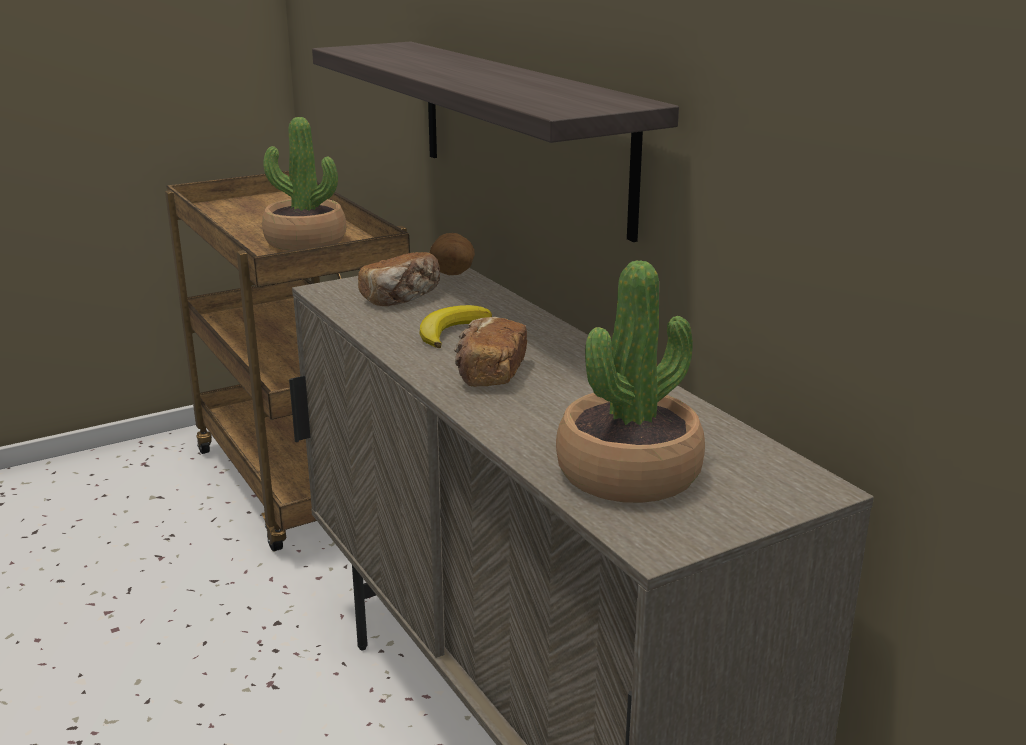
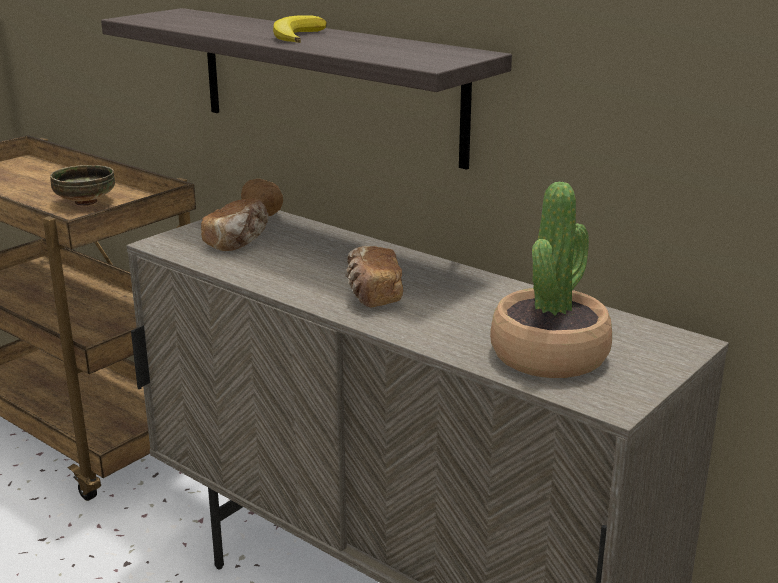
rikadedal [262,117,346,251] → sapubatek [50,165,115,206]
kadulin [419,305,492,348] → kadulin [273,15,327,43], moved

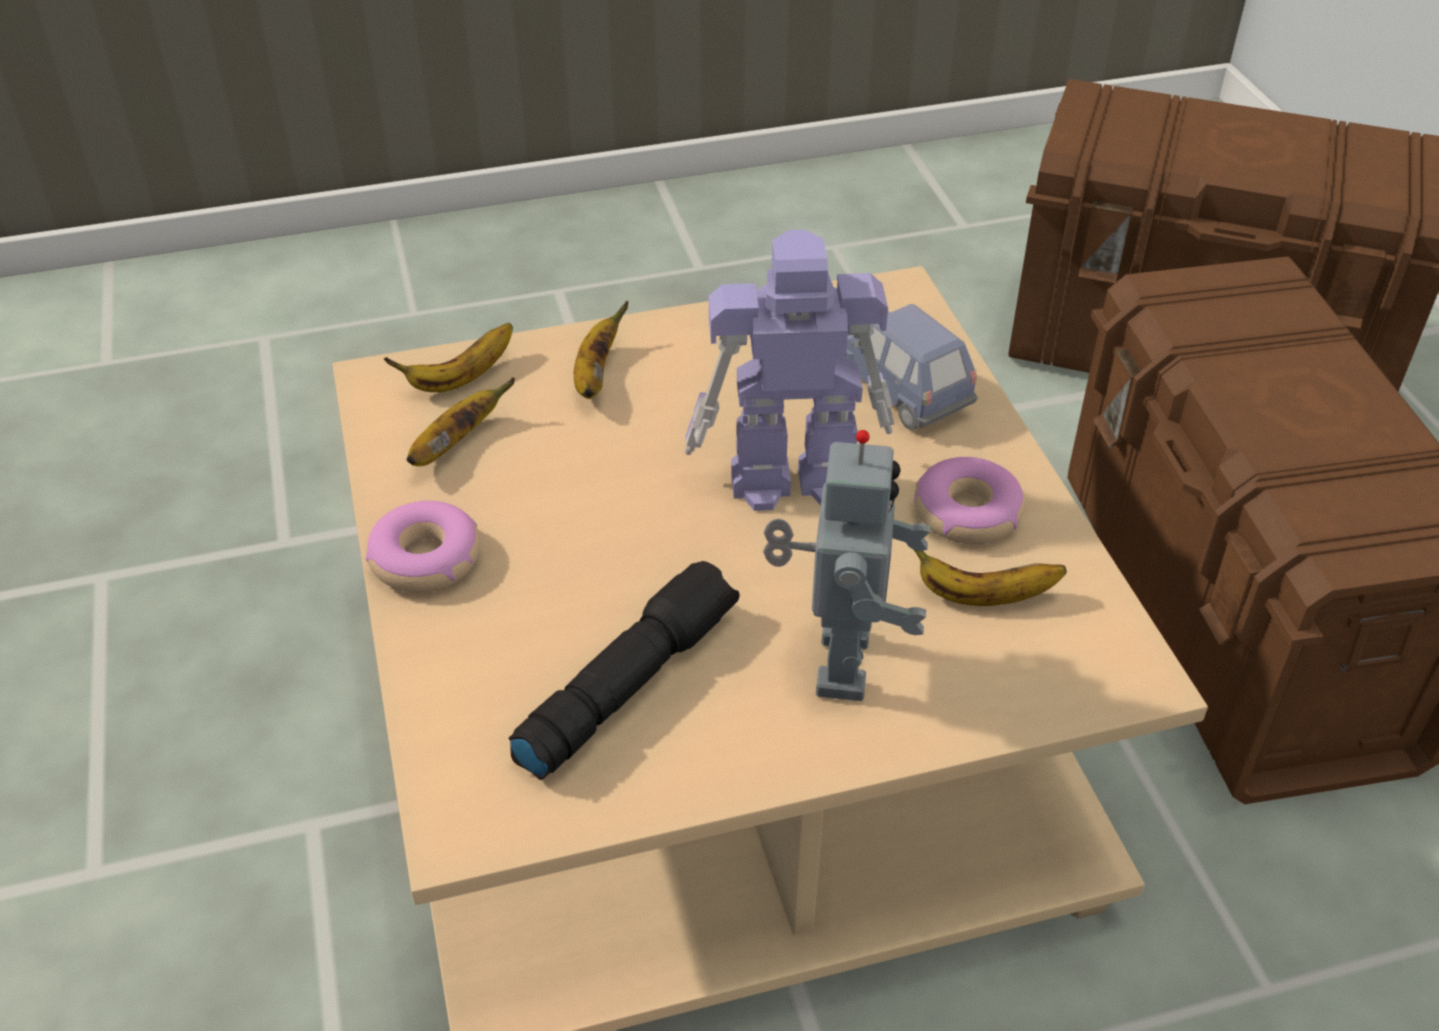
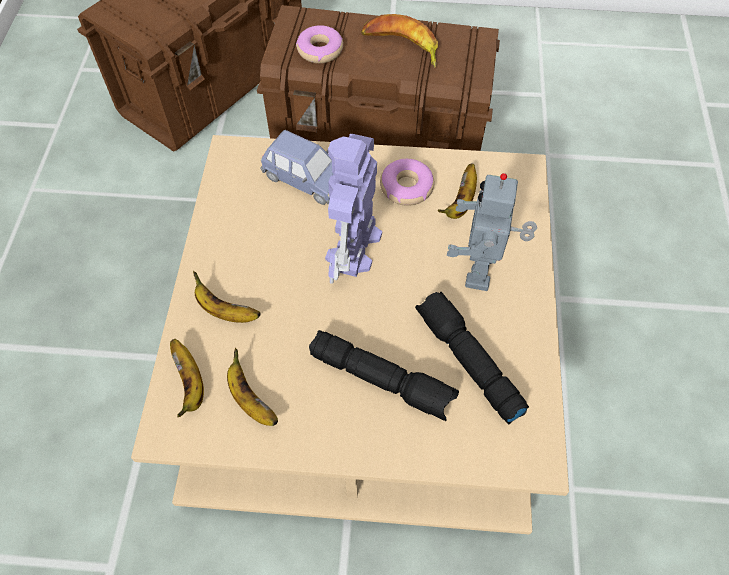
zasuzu [366,501,480,592] → zasuzu [296,25,343,63], moved
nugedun [763,430,930,701] → nugedun [447,173,537,291], 105 degrees counterclockwise
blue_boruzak [844,304,978,430] → blue_boruzak [260,130,333,205], 135 degrees counterclockwise
- → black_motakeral [309,330,459,421]
- → kadulin [361,14,438,68]

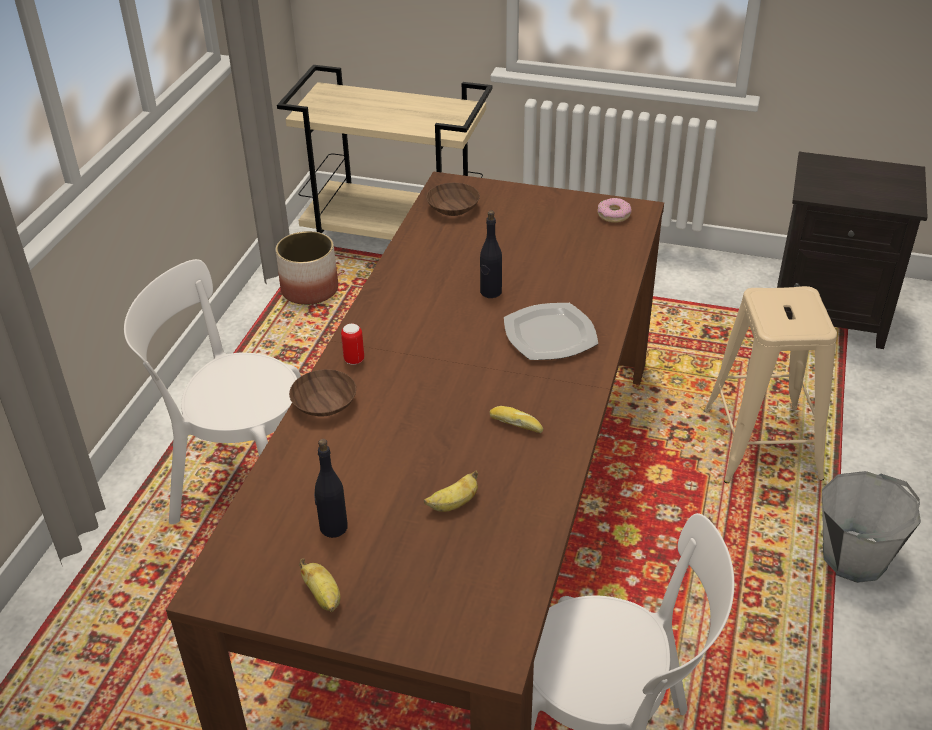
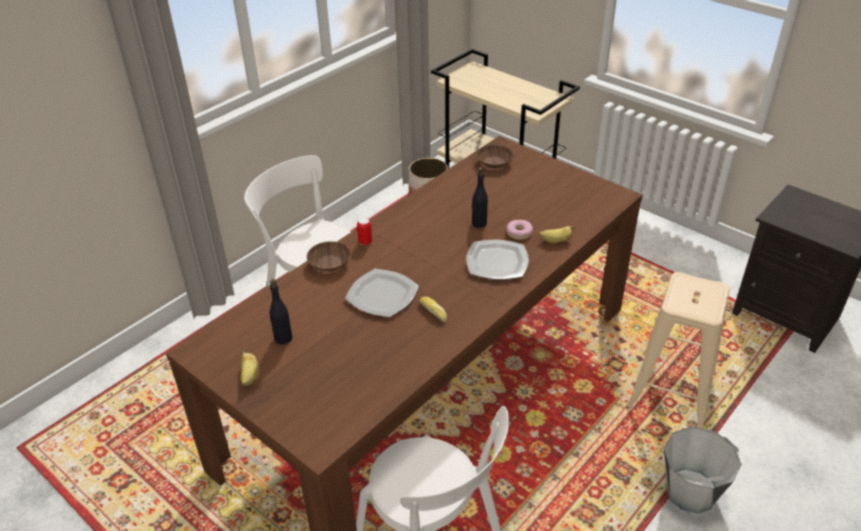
kadulin [424,471,478,512] → kadulin [539,226,575,243], moved
zasuzu [597,198,631,223] → zasuzu [506,220,533,240], moved
- → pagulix [345,269,419,317]

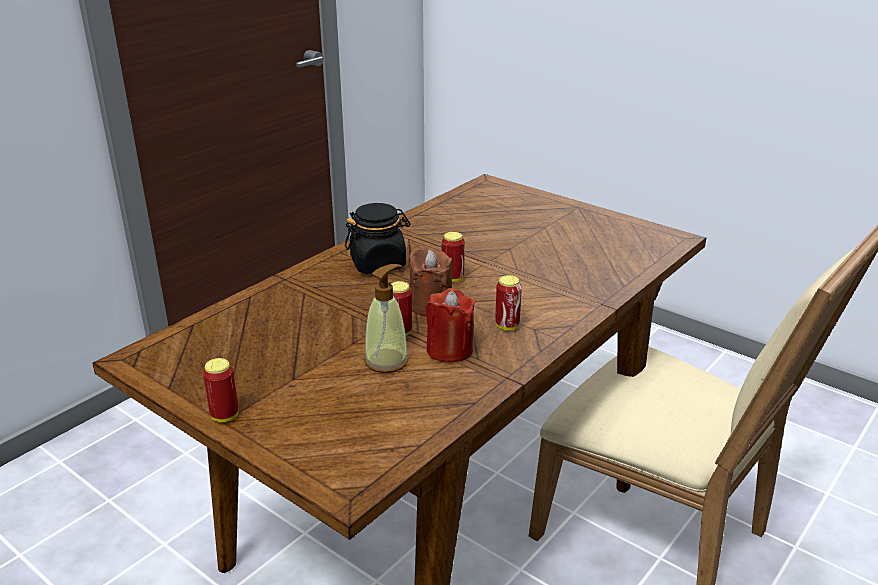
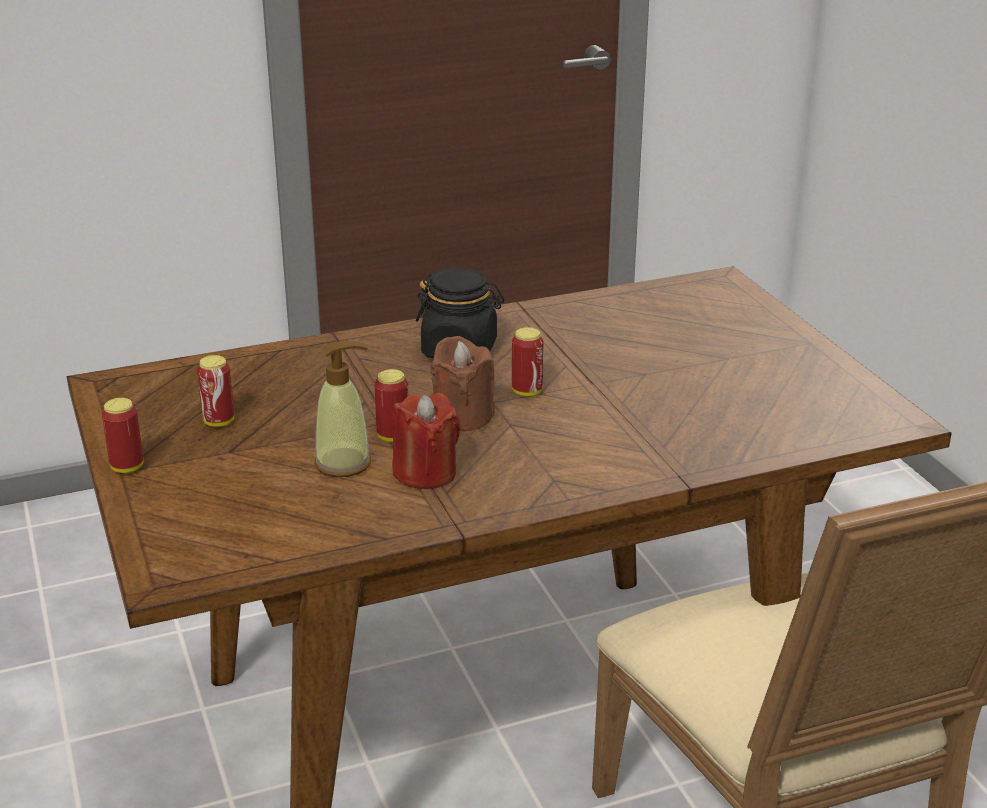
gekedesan [495,275,522,331] → gekedesan [197,355,234,427], moved

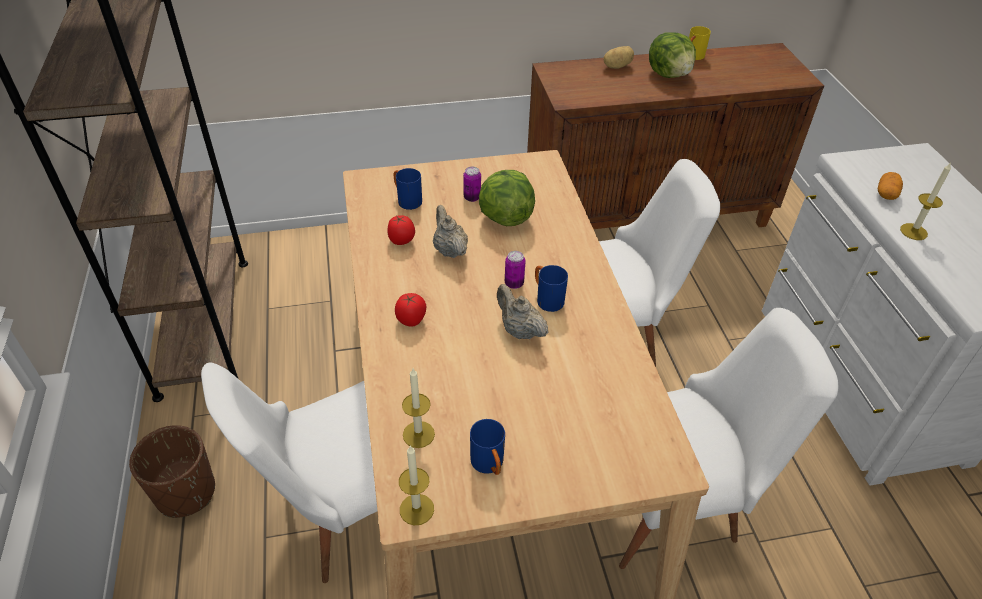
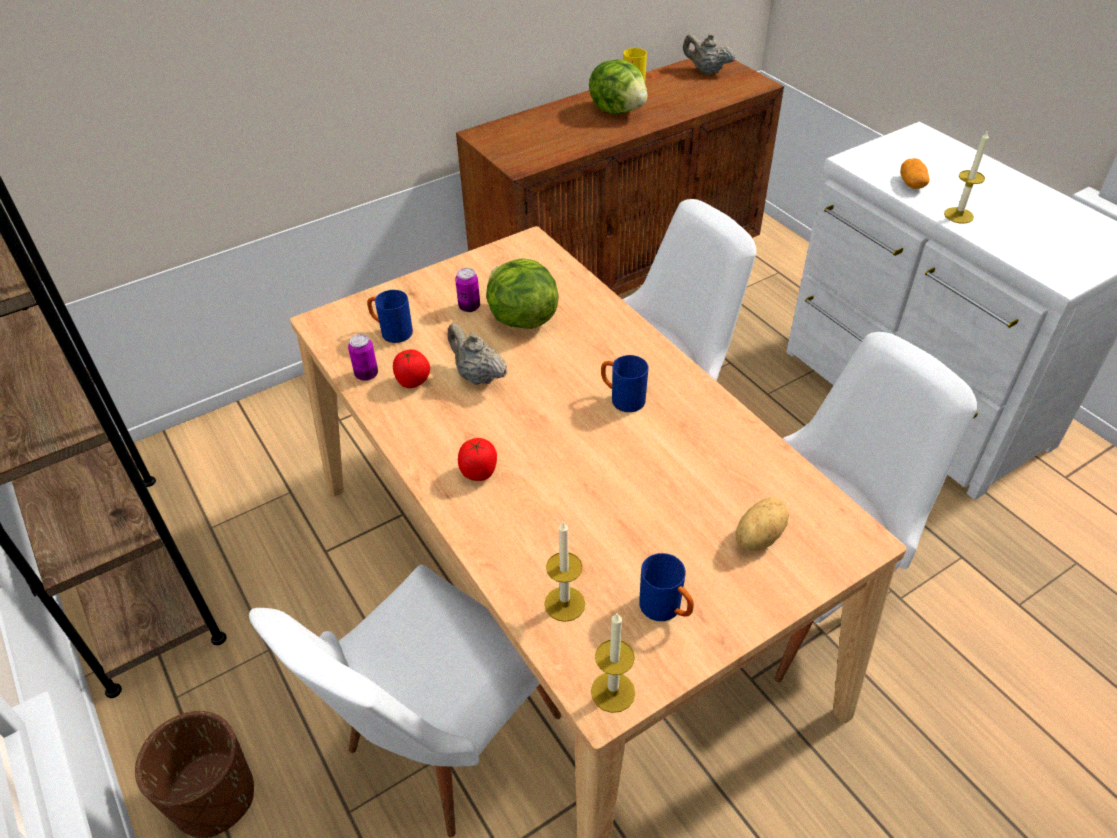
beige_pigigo [497,284,549,339] → beige_pigigo [683,33,735,75], moved
gekedesan [505,251,526,289] → gekedesan [348,334,378,381], moved
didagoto [604,46,634,69] → didagoto [735,497,789,551], moved

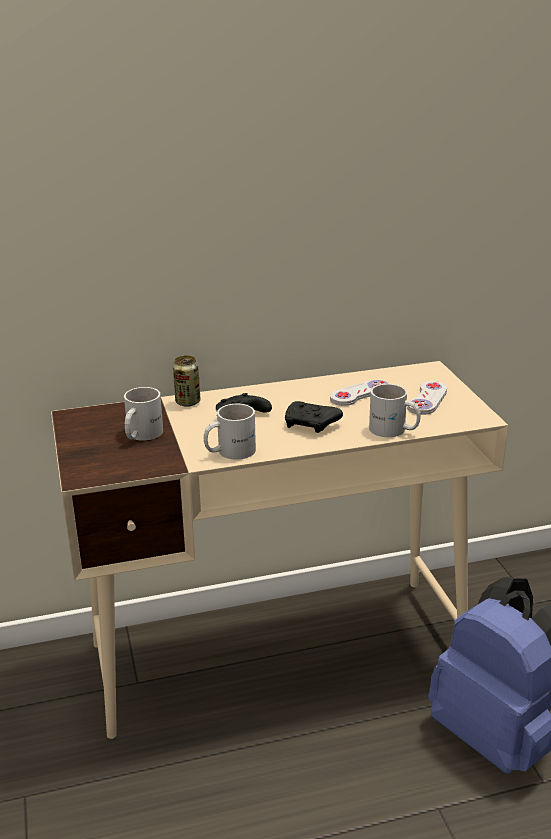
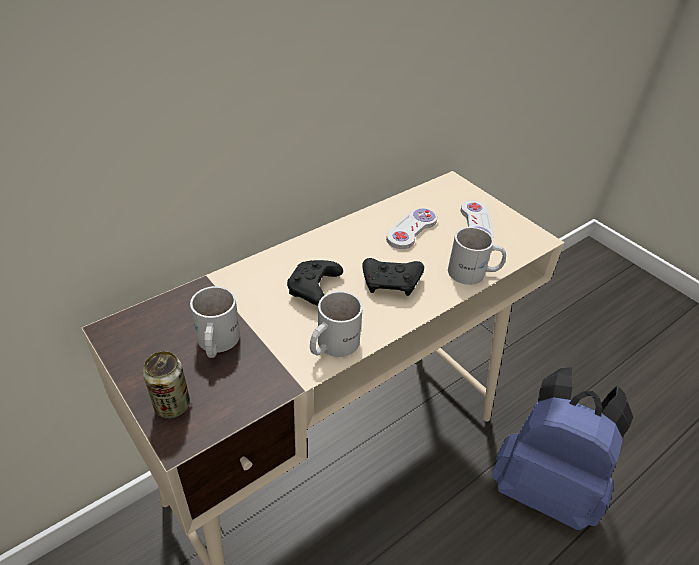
gekedesan [173,355,200,407] → gekedesan [143,351,190,418], moved

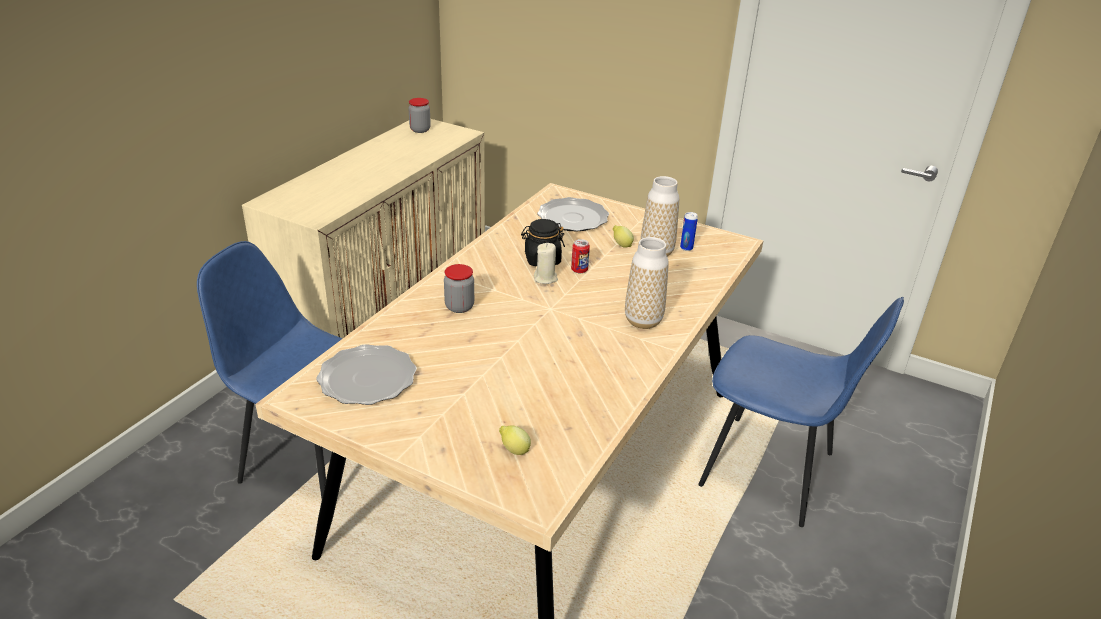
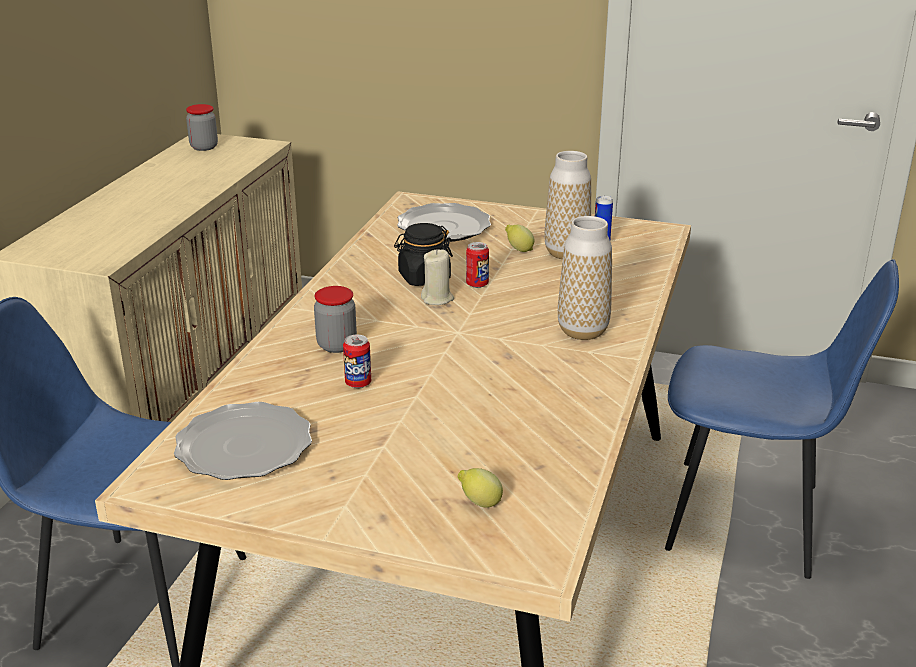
- → gekedesan [343,335,371,388]

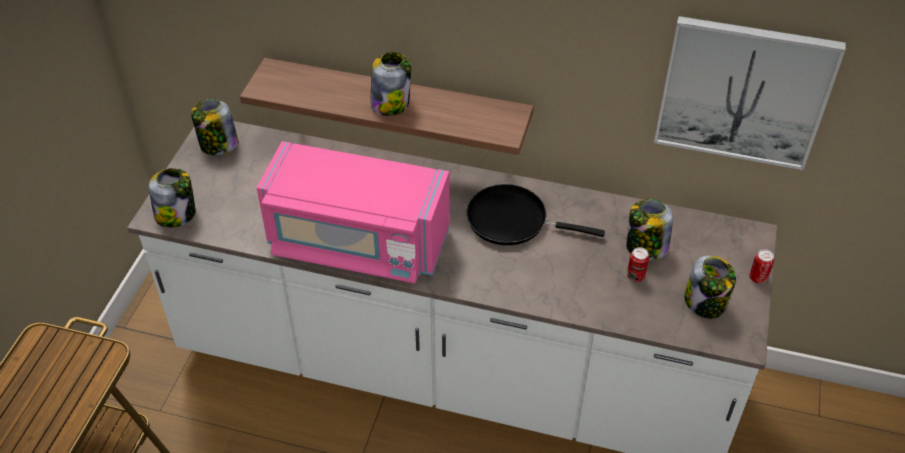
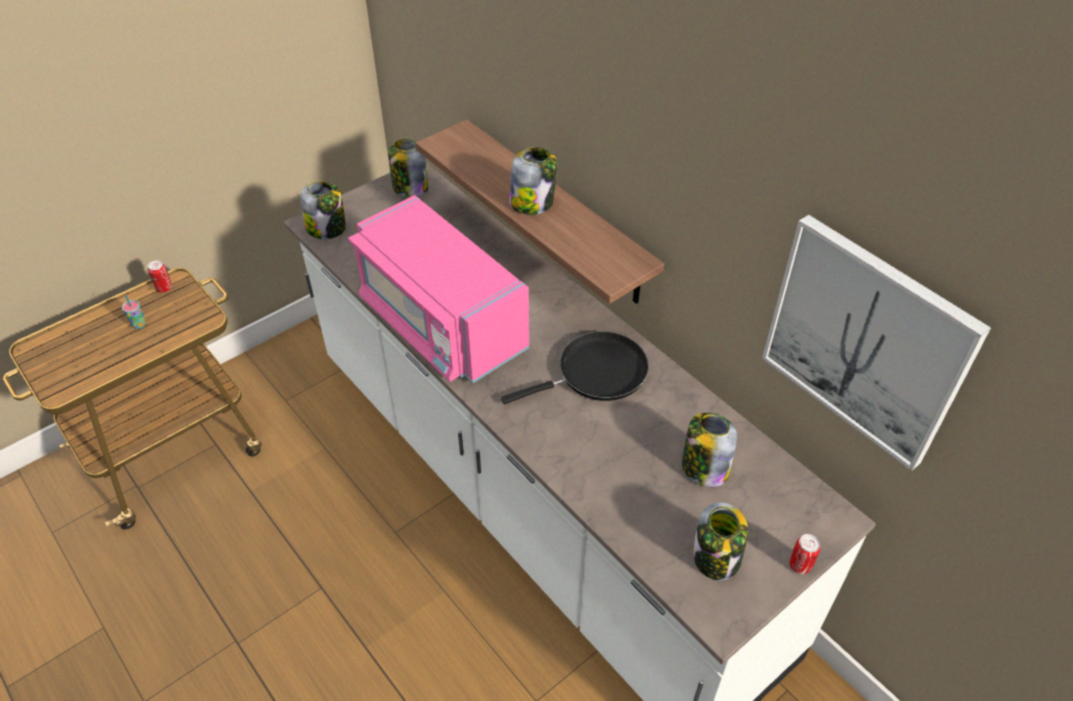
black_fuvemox [466,184,605,245] → black_fuvemox [501,331,649,404], 105 degrees clockwise
gekedesan [627,247,649,282] → gekedesan [148,260,172,293], moved
- → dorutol [122,295,146,329]

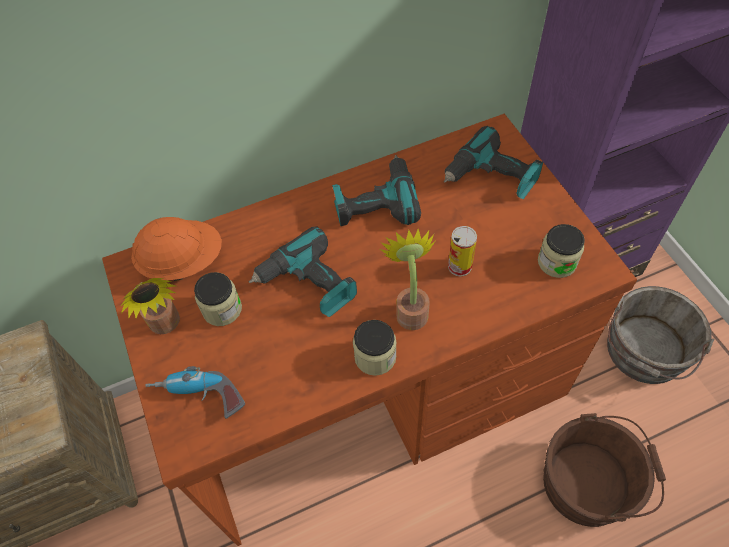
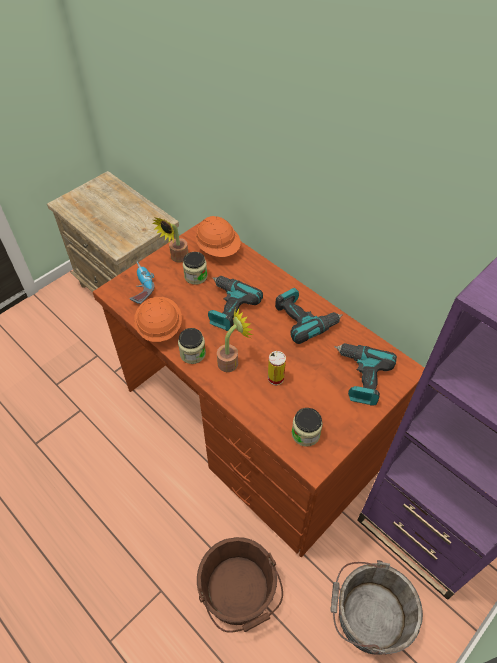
- → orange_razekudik [134,297,182,342]

